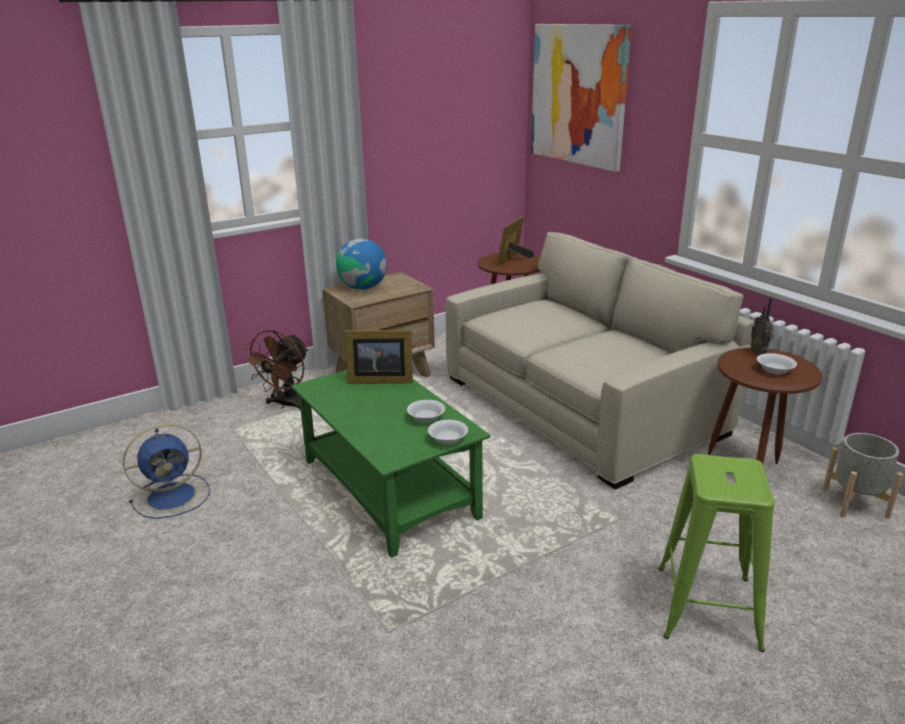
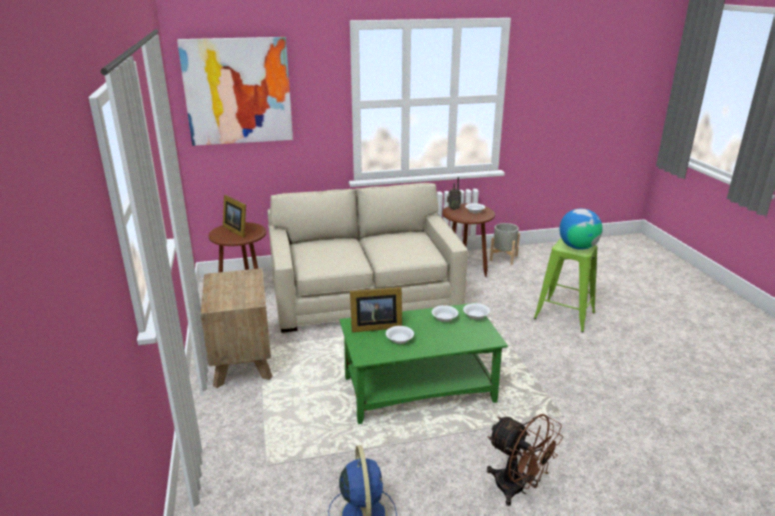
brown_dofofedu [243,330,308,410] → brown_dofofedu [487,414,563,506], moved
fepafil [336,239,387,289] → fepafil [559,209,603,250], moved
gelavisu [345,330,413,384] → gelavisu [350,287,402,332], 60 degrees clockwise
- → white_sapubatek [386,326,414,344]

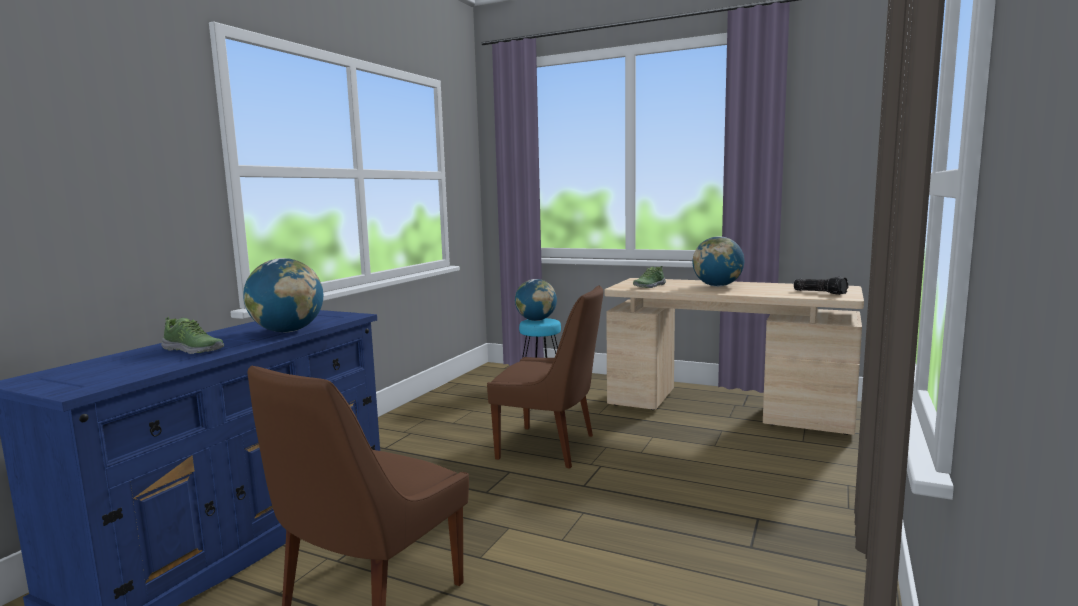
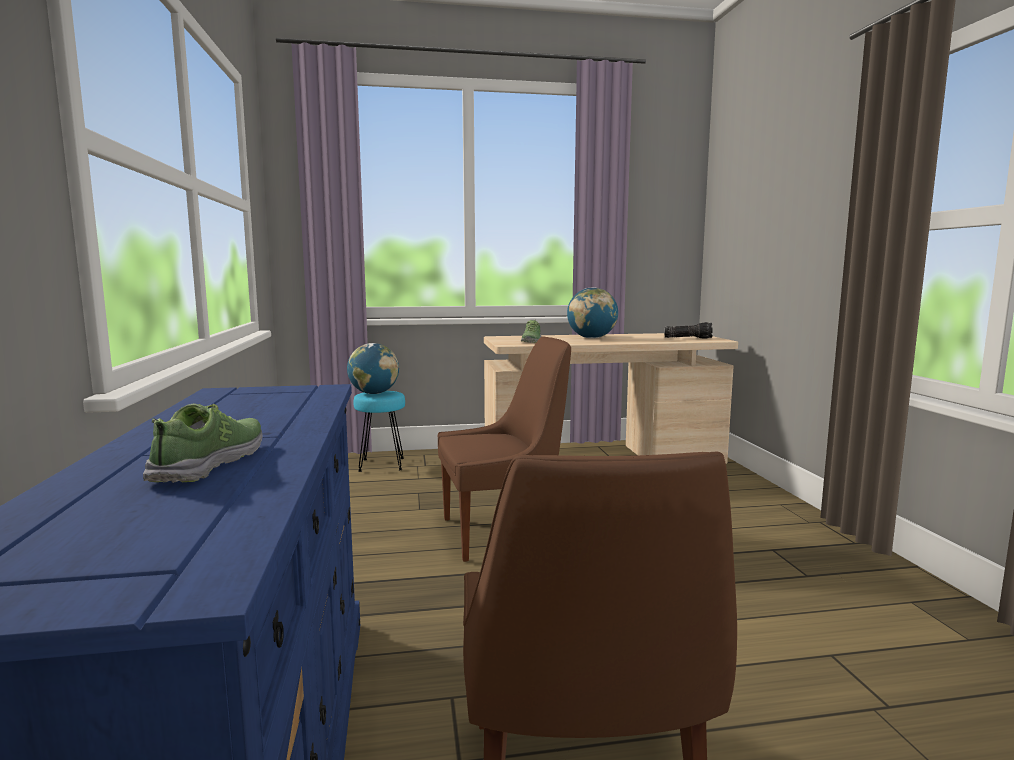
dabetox [161,317,224,354] → dabetox [143,403,263,483], 75 degrees counterclockwise
fepafil [243,258,323,332] → -

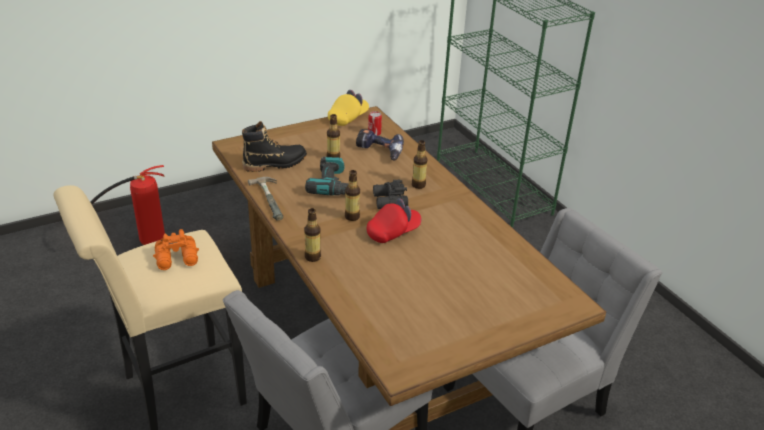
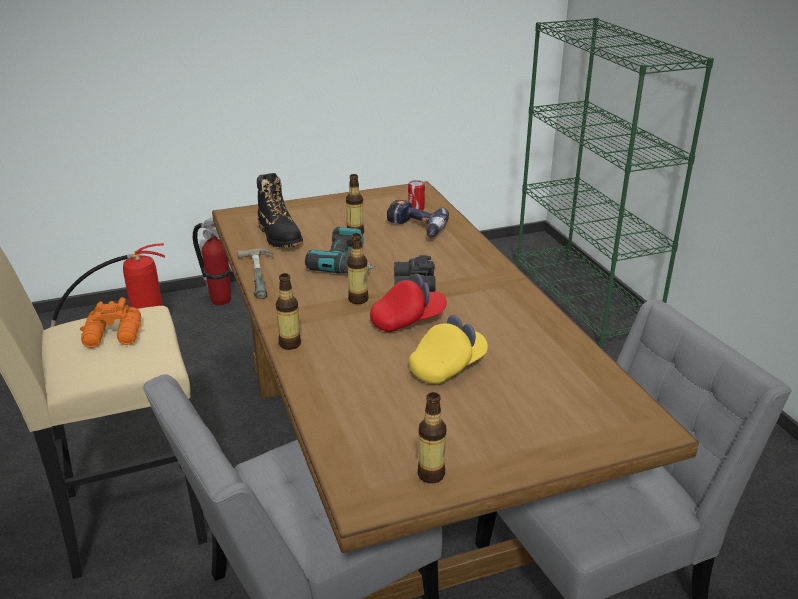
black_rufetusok [242,121,307,172] → black_rufetusok [257,173,303,248], 75 degrees clockwise
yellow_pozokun [328,90,369,126] → yellow_pozokun [409,315,488,384], moved
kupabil [412,140,428,189] → kupabil [417,392,447,483], moved
- → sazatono [193,217,231,305]

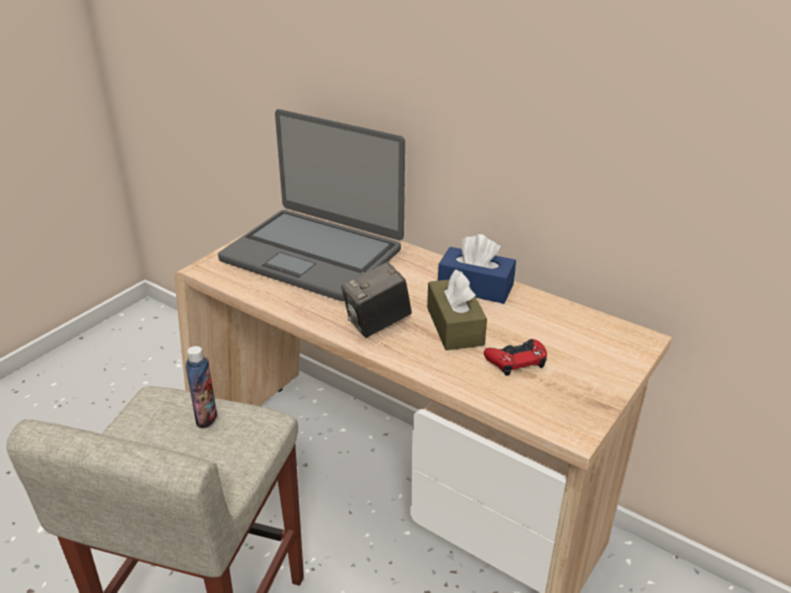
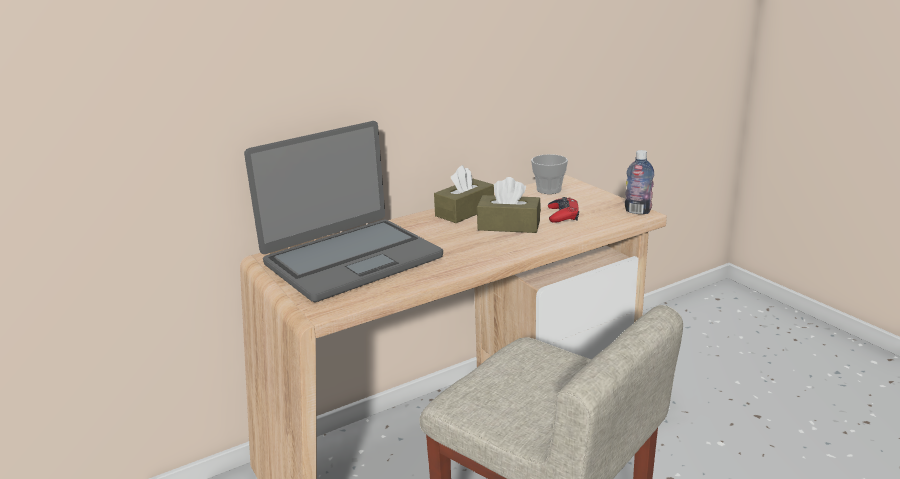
kupabil [186,346,217,428] → kupabil [625,150,654,214], moved
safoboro [341,262,412,338] → -
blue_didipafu [438,234,516,304] → brown_didipafu [434,165,494,223]
- → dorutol [531,154,568,194]

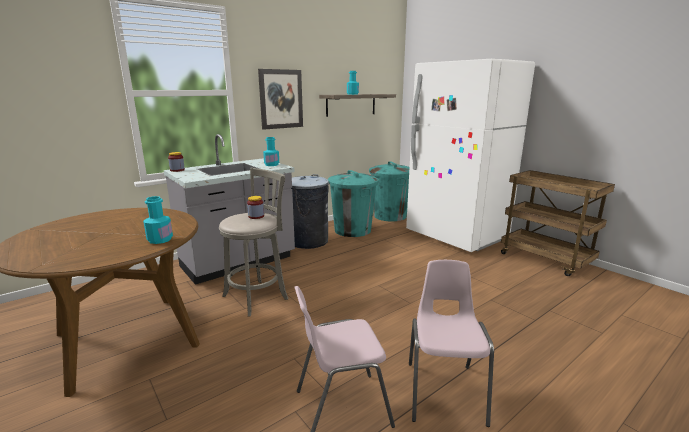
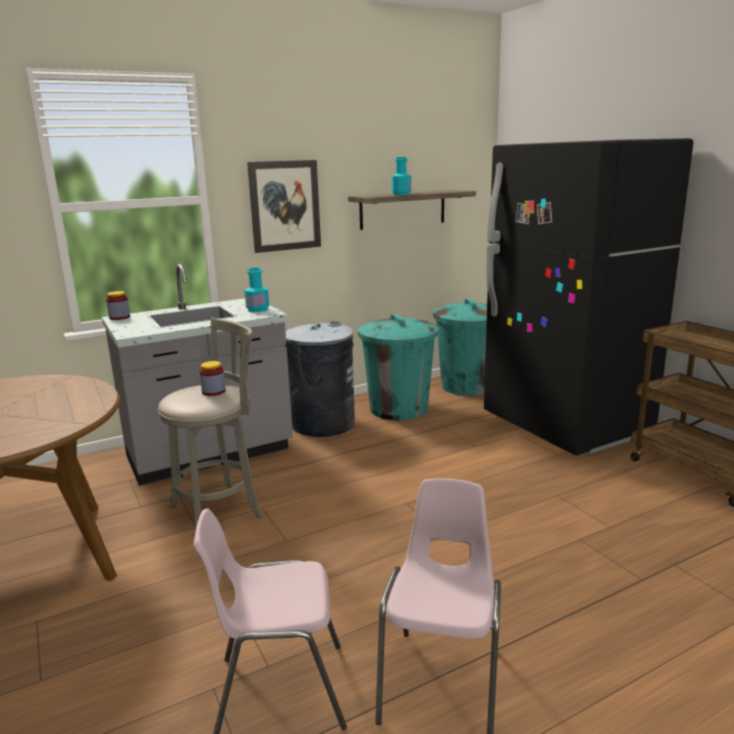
turquoise_kupabil [143,196,173,244] → -
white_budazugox [406,59,535,252] → black_budazugox [484,138,693,456]

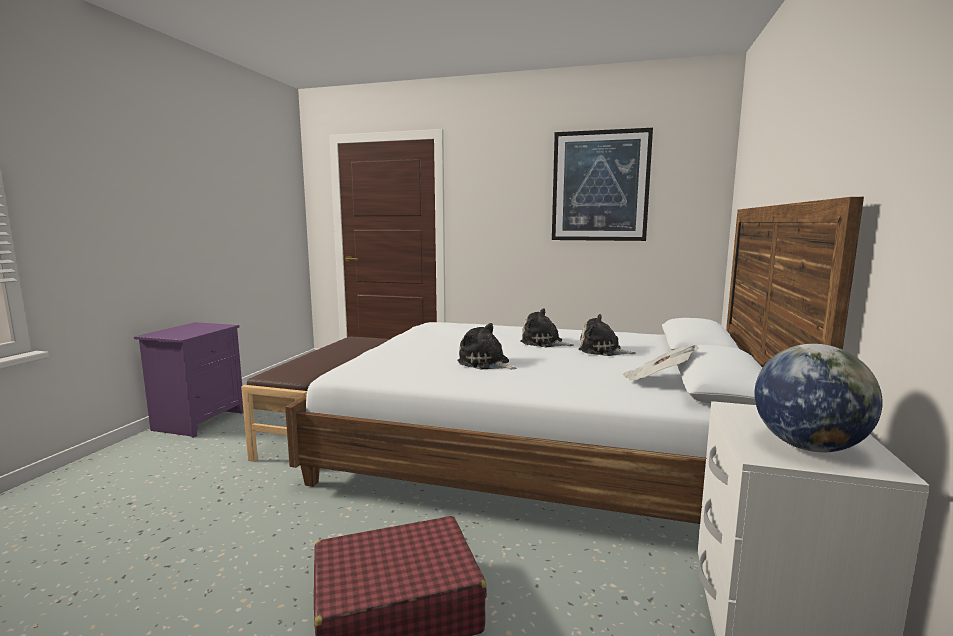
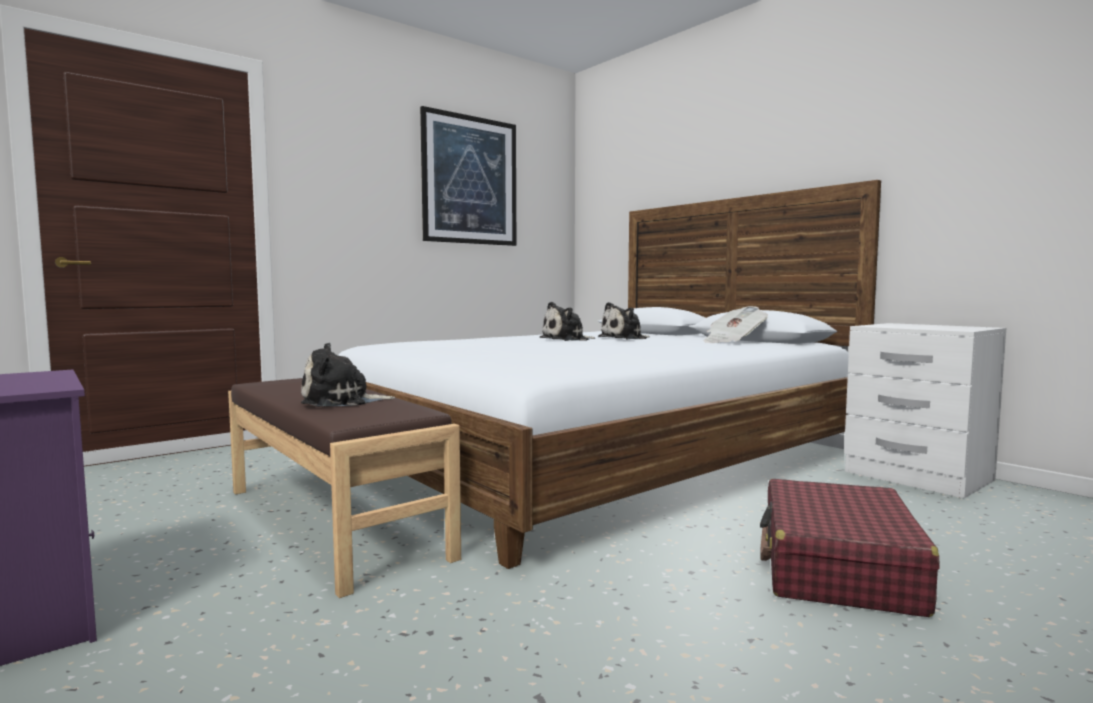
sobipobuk [457,323,516,370] → sobipobuk [301,343,395,407], moved
fepafil [755,344,883,452] → -

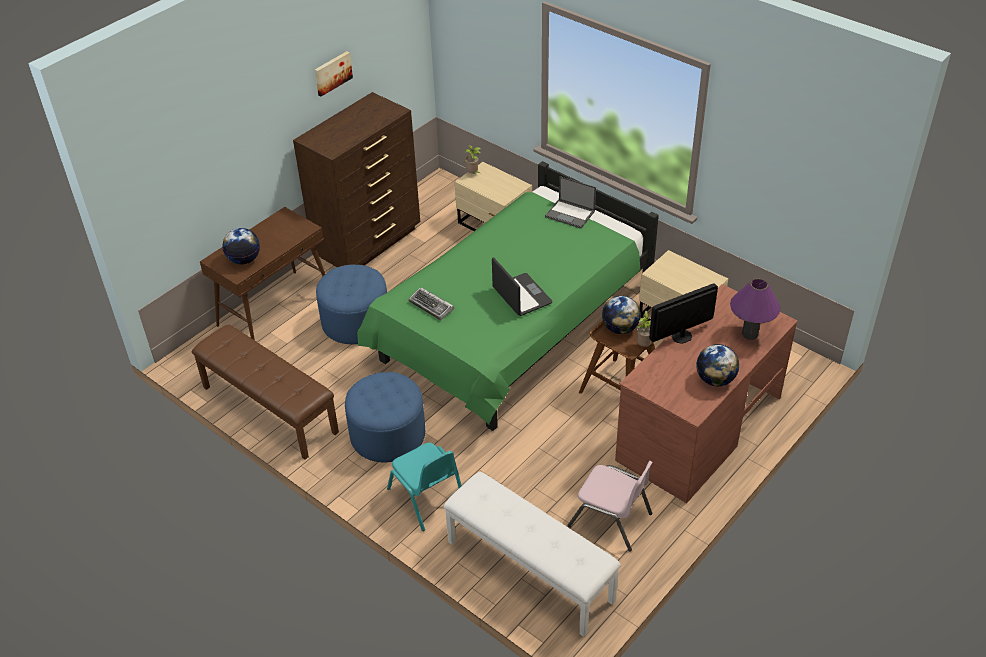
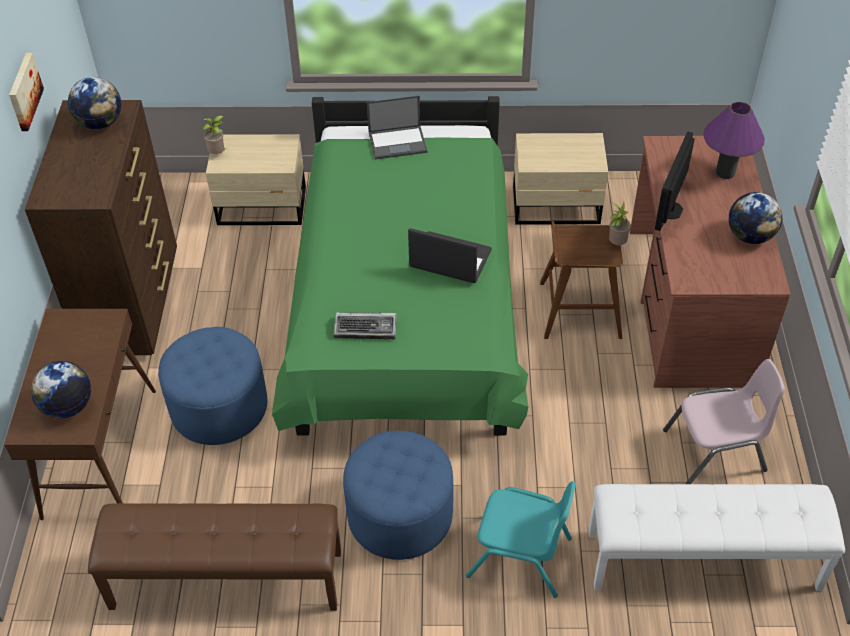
fepafil [602,296,641,334] → fepafil [68,77,121,129], moved

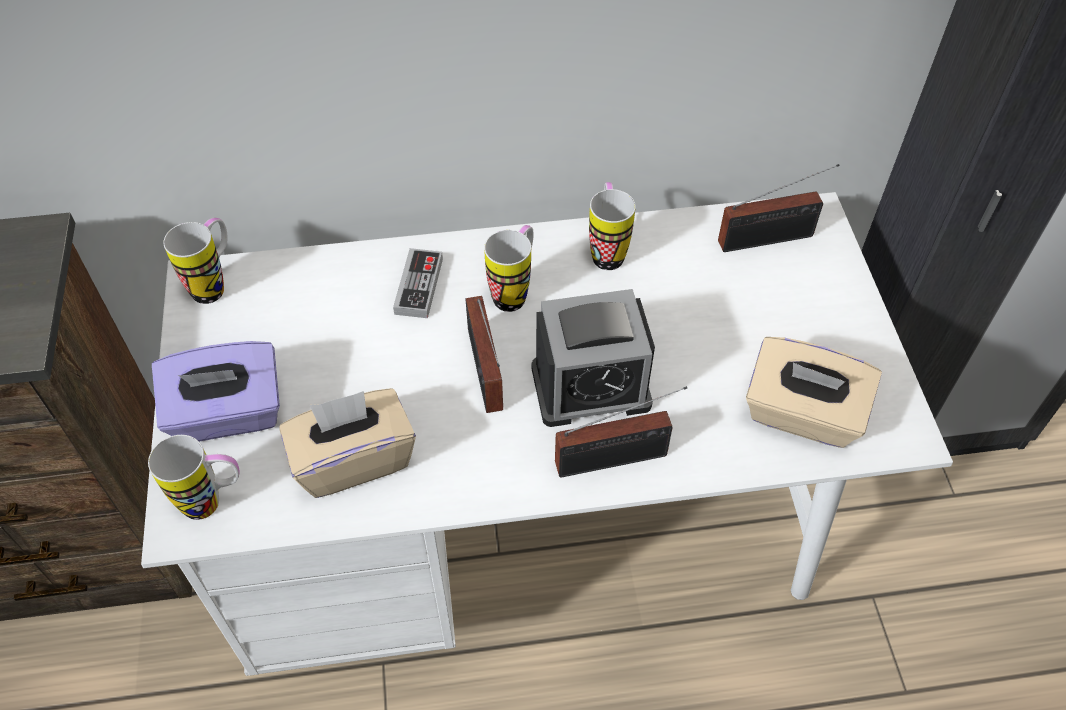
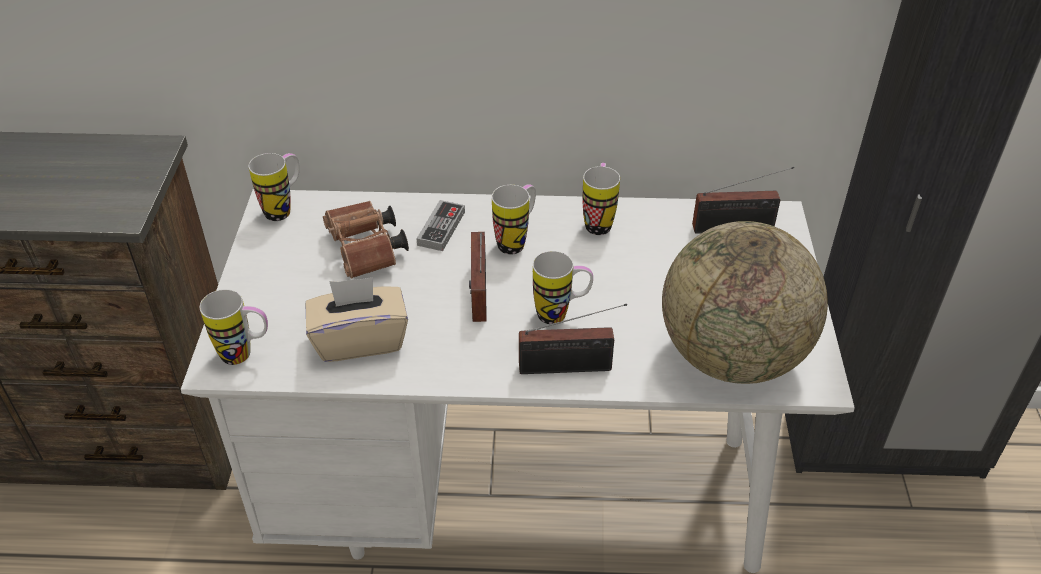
purple_didipafu [152,341,280,442] → -
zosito [531,289,655,427] → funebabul [533,251,593,324]
beige_didipafu [746,337,882,448] → fepafil [662,221,828,384]
- → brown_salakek [323,201,409,279]

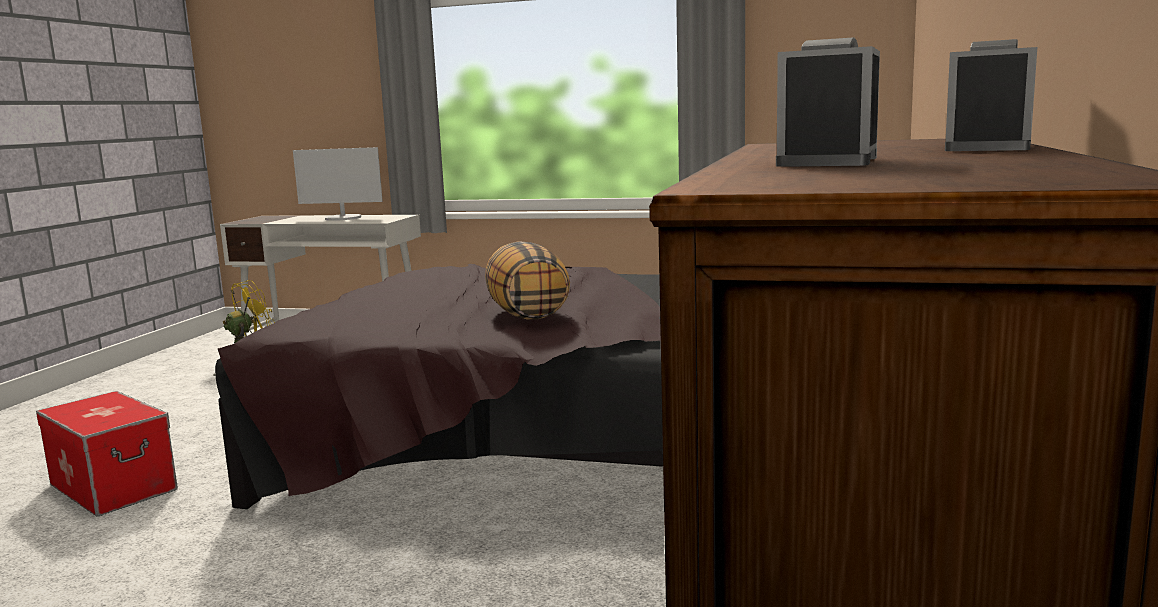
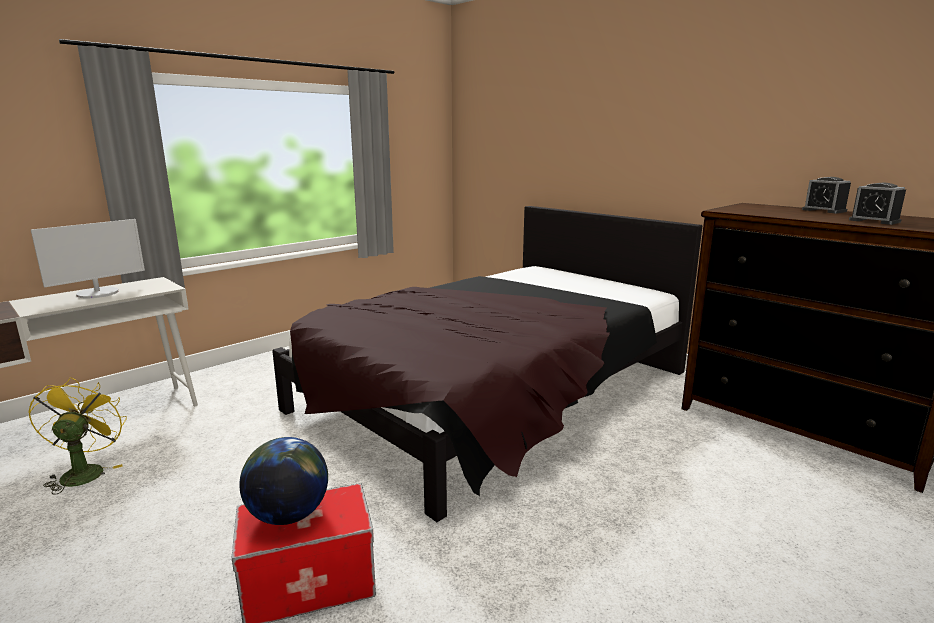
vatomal [485,242,570,320] → -
- → fepafil [239,437,328,525]

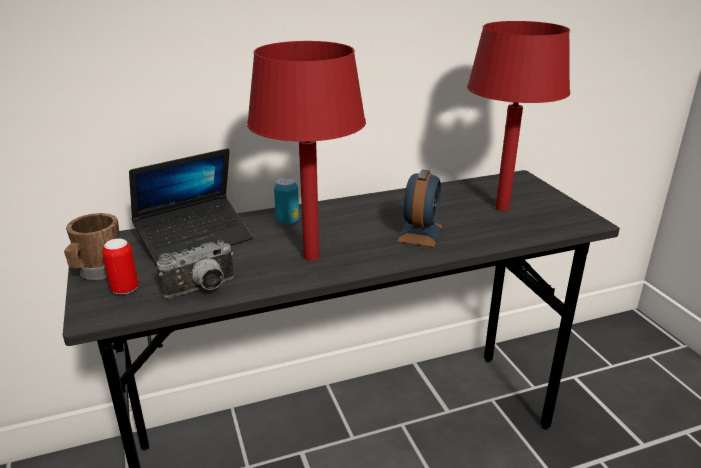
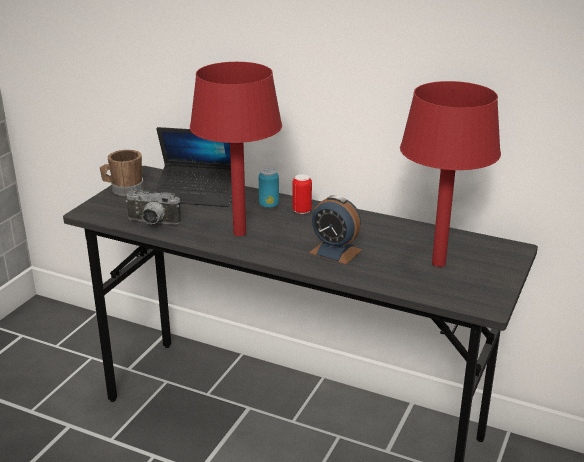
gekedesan [102,239,139,295] → gekedesan [292,174,312,214], moved
zosito [397,170,442,247] → zosito [309,195,362,264], 60 degrees clockwise

